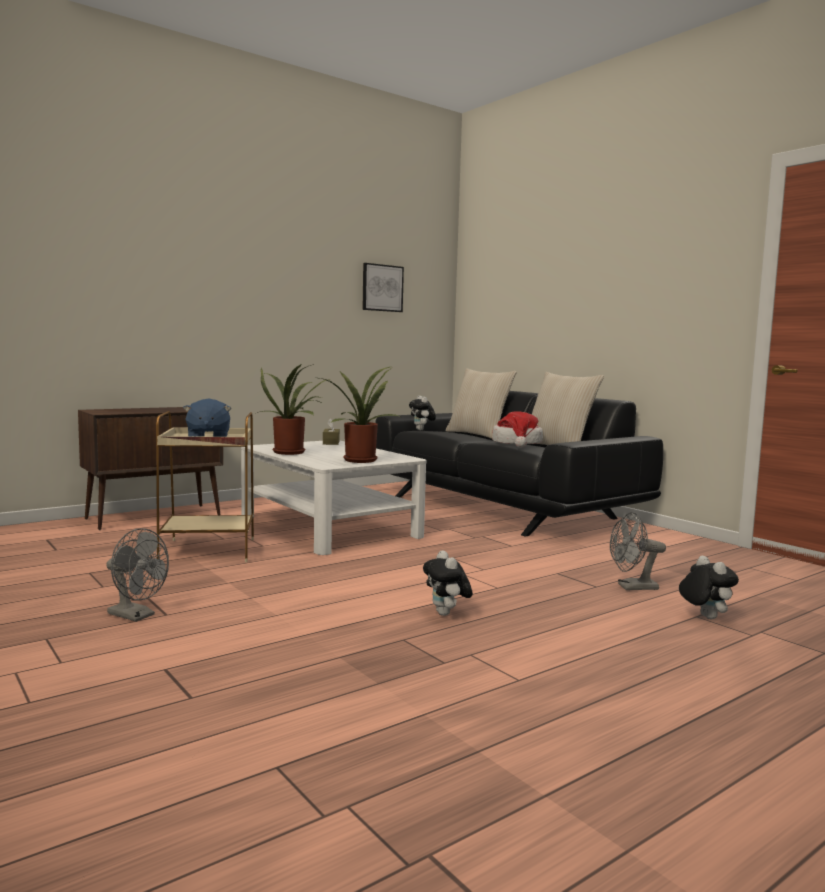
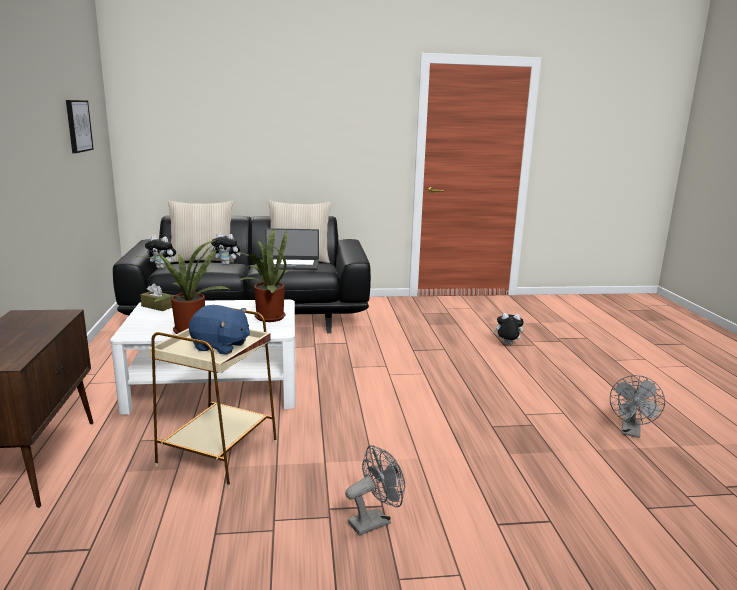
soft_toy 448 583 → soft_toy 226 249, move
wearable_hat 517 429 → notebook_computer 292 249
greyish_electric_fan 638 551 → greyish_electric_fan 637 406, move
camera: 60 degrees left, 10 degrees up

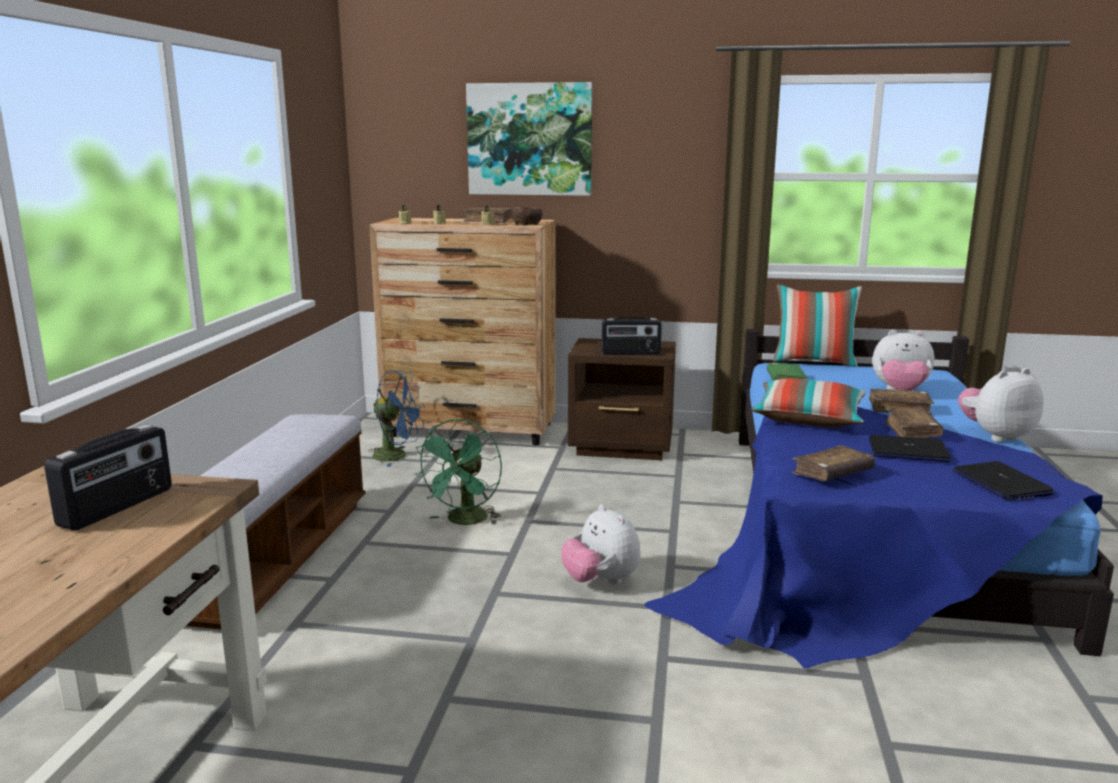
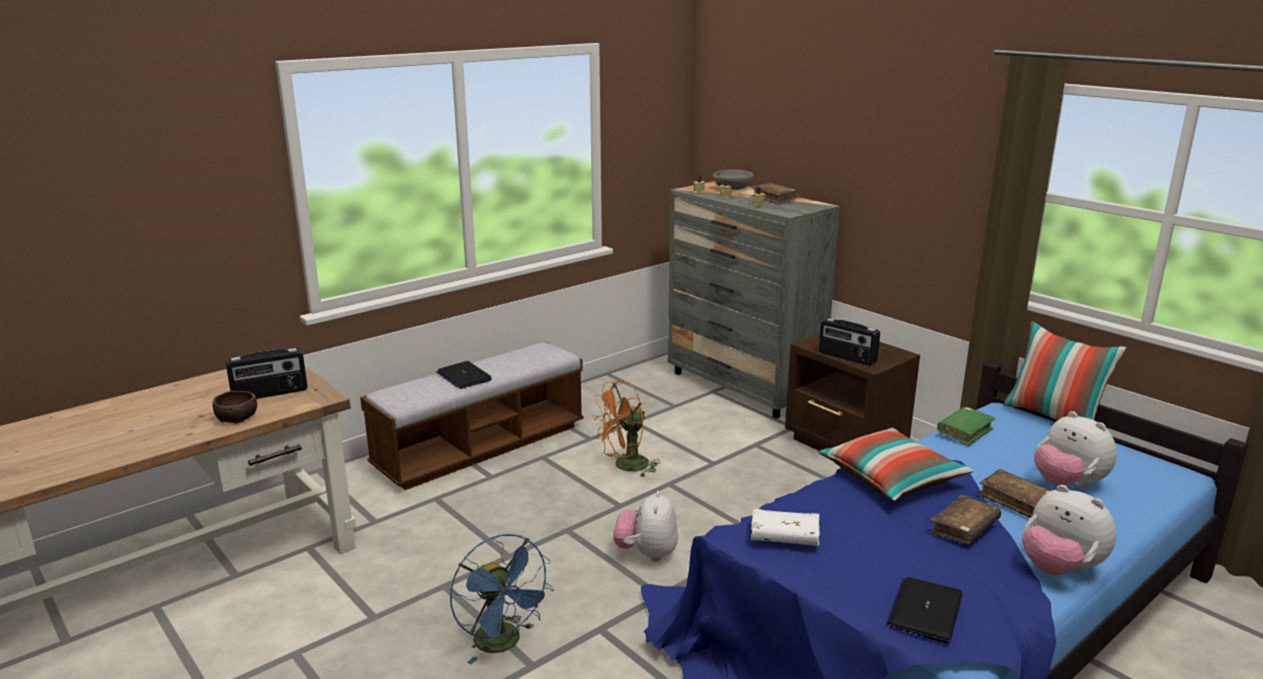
bluish_electric_fan 396 418 → bluish_electric_fan 501 599, move
brown_chest_of_drawers 462 331 → greyish_chest_of_drawers 754 299
green-coloured_electric_fan 458 472 → orange_electric_fan 626 429
wall_picture 529 139 → -
brown_serving_bowl 527 216 → brown_serving_bowl 235 407, move
brown_bound_book 833 463 → white_bound_book 785 527
notebook_computer 910 448 → notebook_computer 464 375, move
soft_toy 1001 405 → soft_toy 1069 530, 150 degrees counterclockwise
- → greyish_serving_bowl 733 180
camera: 40 degrees right, 5 degrees up

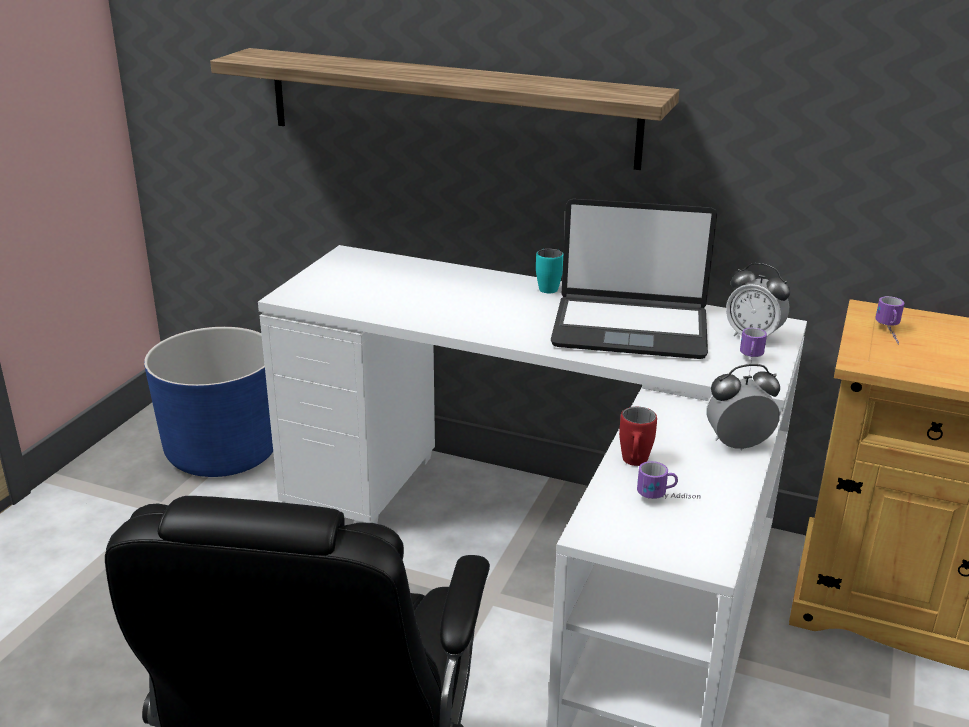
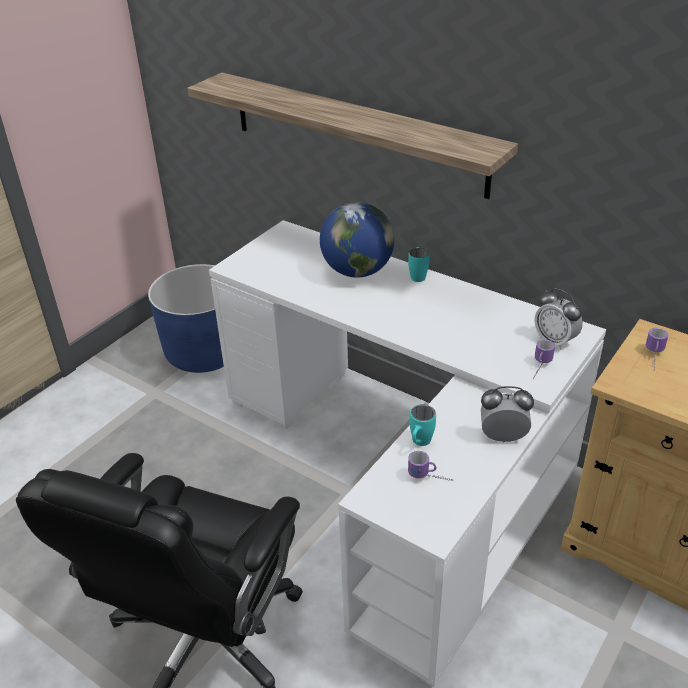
notebook_computer 634 278 → -
red-coloured_coffee_mug 638 436 → turquoise-coloured_coffee_mug 423 425
- → globe 357 240
camera: 15 degrees right, 10 degrees up

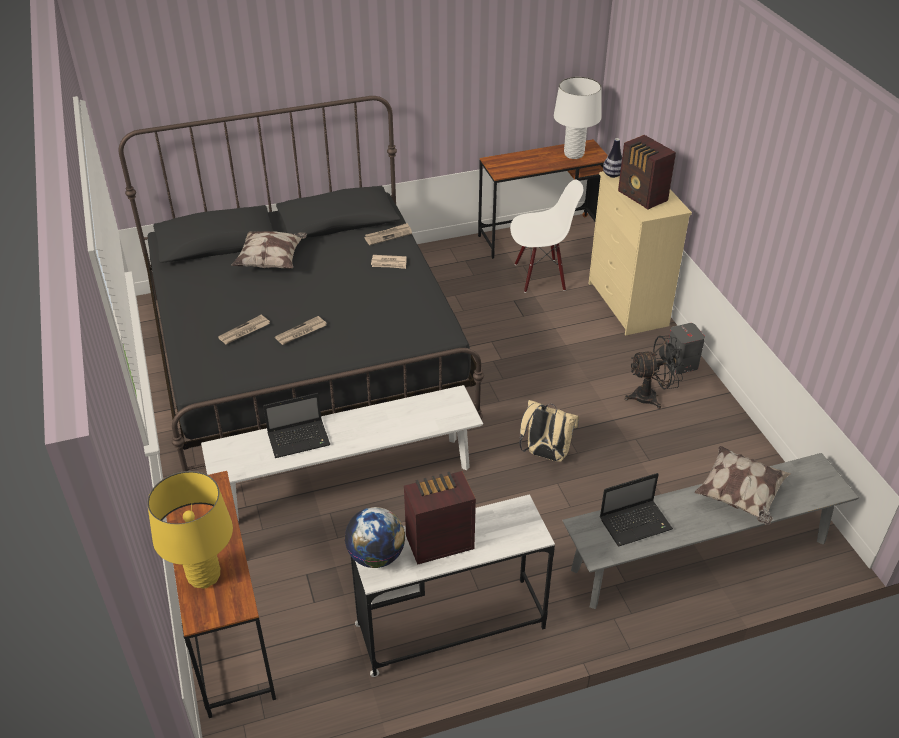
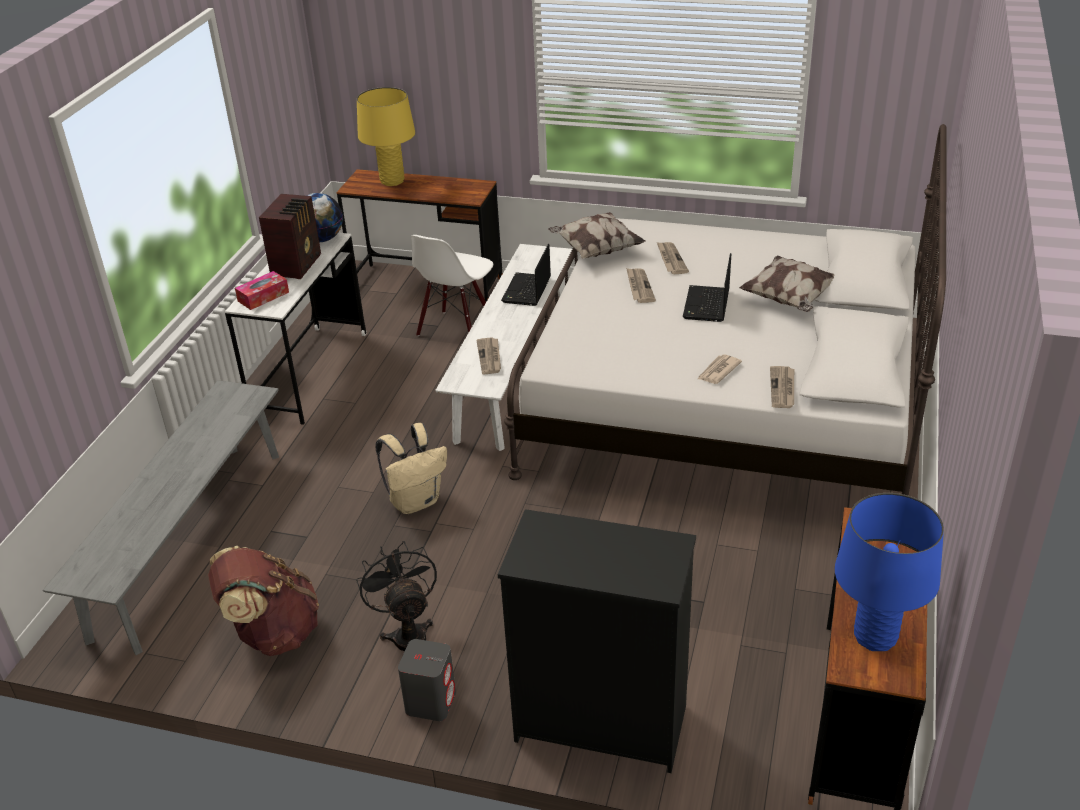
black-coloured_bed 301 283 → white_bed 725 310
white_upright_chair 546 236 → white_upright_chair 452 285, move
white_table_lamp 577 118 → bluish_table_lamp 889 572
beige_chest_of_drawers 640 253 → black-coloured_chest_of_drawers 597 641
notebook_computer 636 509 → notebook_computer 707 287, move
flower_vase 612 158 → -
radio_receiver 647 172 → -
black-coloured_electric_fan 654 372 → black-coloured_electric_fan 396 596, 135 degrees clockwise
cushion 742 485 → cushion 597 235, move
- → brown_backpack 263 601
- → box_of_tissues 262 290
- → newspaper 488 355
camera: 125 degrees right, 5 degrees down

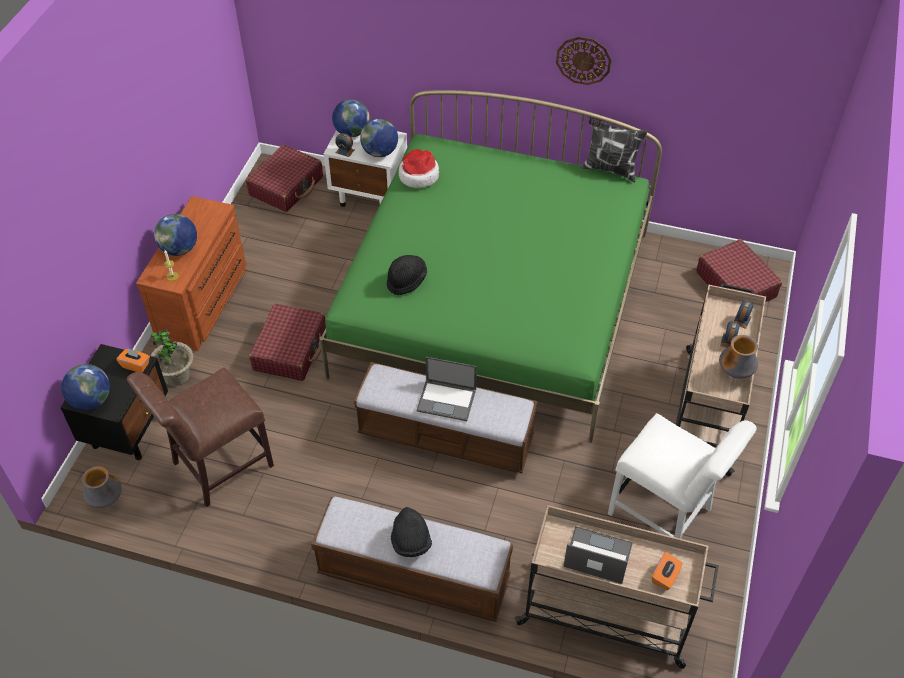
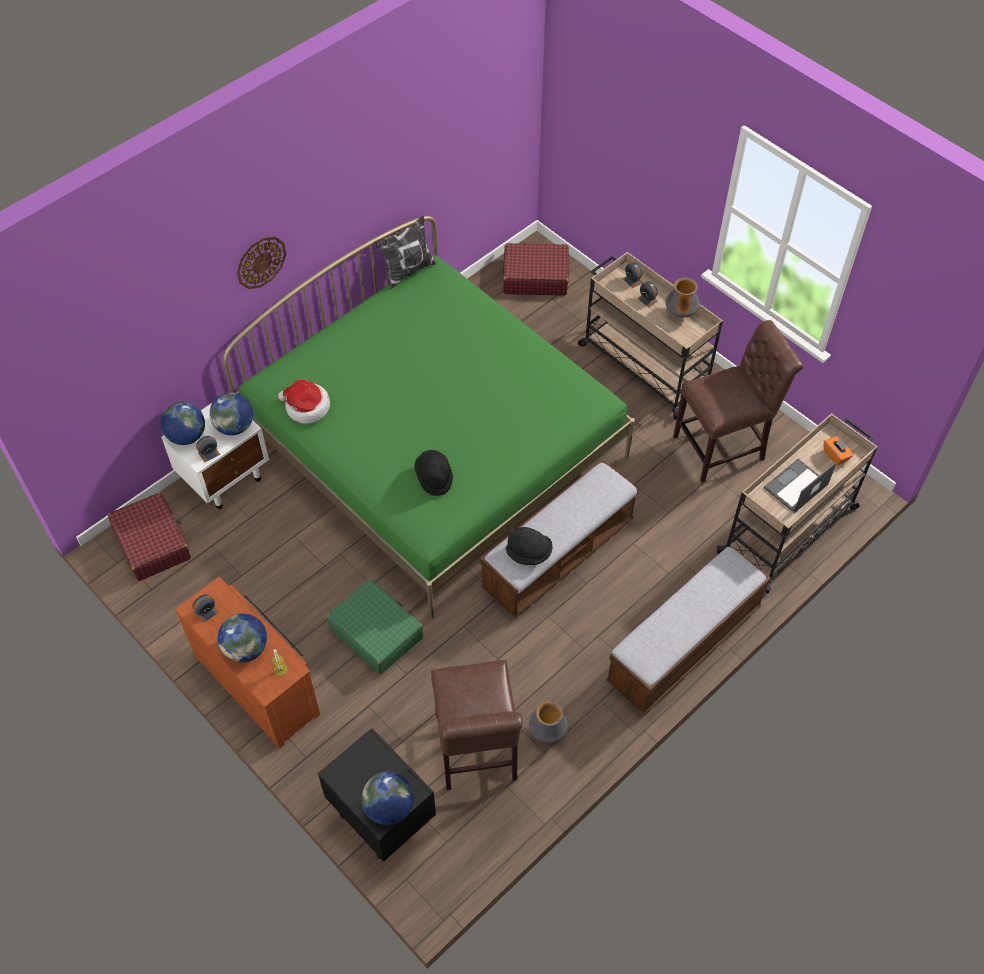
flower_vase 102 487 → flower_vase 548 722, move
orange_box_of_tissues 133 360 → -
plant_in_a_pot 172 357 → -
red-coloured_piece_of_luggage 287 342 → green-coloured_piece_of_luggage 375 627
black-coloured_wearable_hat 411 532 → black-coloured_wearable_hat 529 546, move
notebook_computer 446 389 → -
clock_on_the_wall 583 61 → clock_on_the_wall 261 263, move
white_upright_chair 682 476 → brown_upright_chair 738 401
- → alarm_clock 206 608
camera: 60 degrees left, 5 degrees up

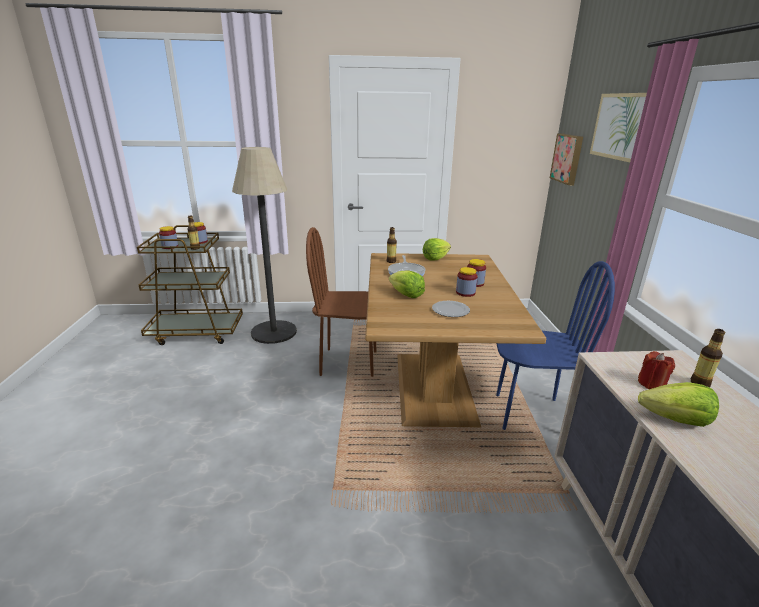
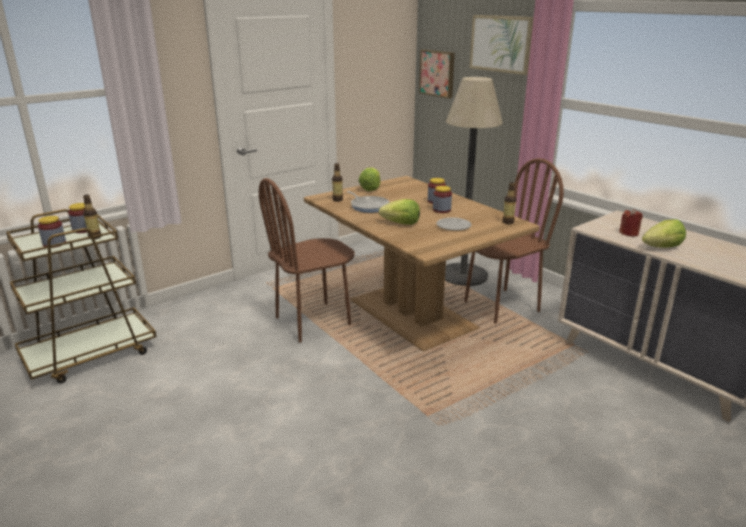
standing_lamp 264 245 → standing_lamp 474 181, move
bluish_upright_chair 555 345 → brown_upright_chair 514 241
drink_bottle 708 358 → drink_bottle 509 203, move
camera: 35 degrees left, 0 degrees up

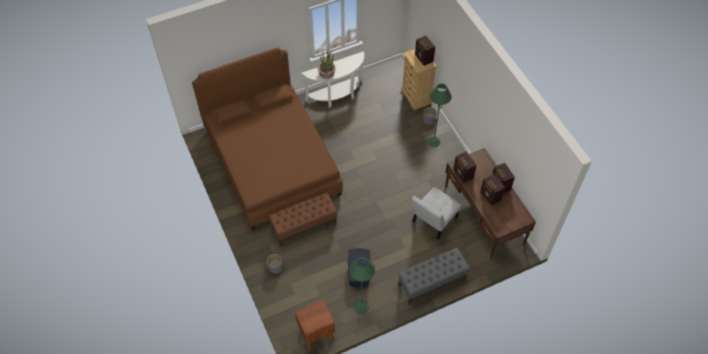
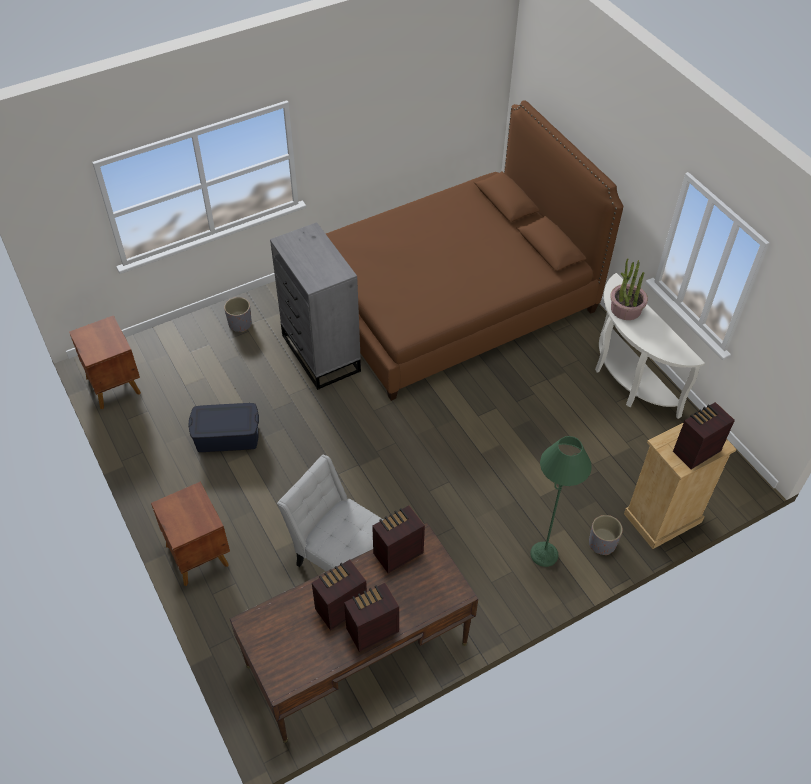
brown_long_seat 302 219 → greyish_chest_of_drawers 315 306
green-coloured_standing_lamp 362 285 → -
greyish_long_seat 434 276 → brown_nightstand 190 534
camera: 85 degrees right, 5 degrees down

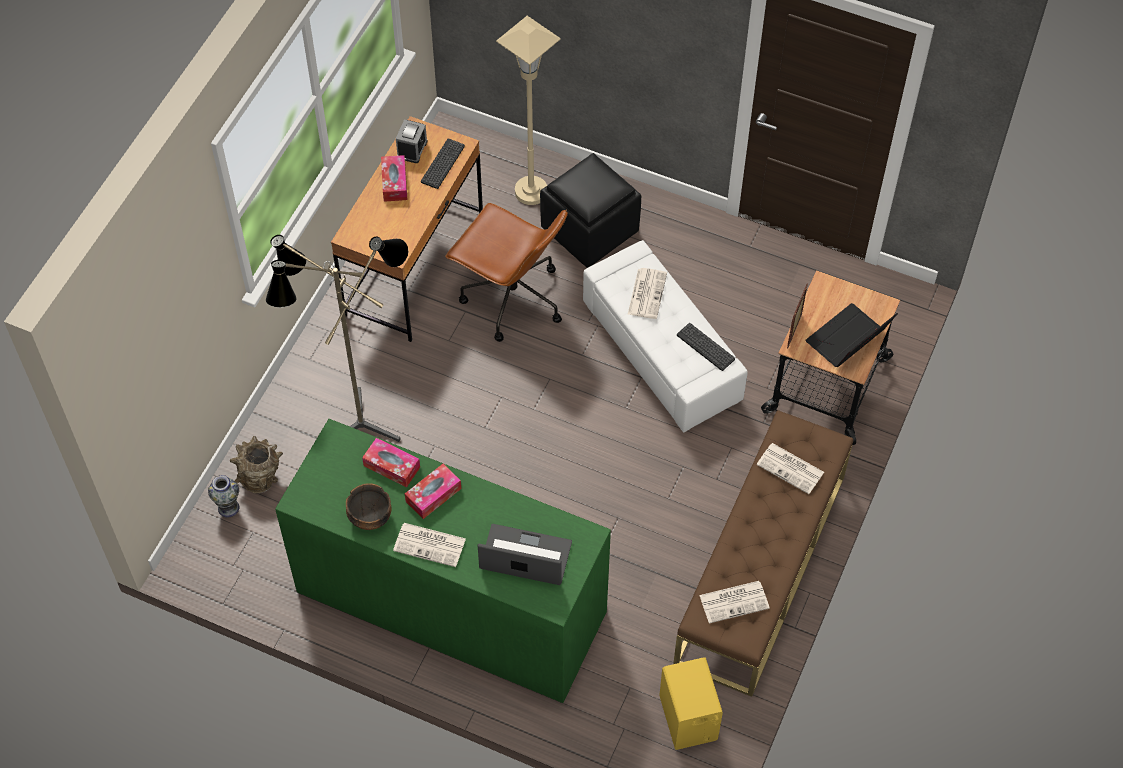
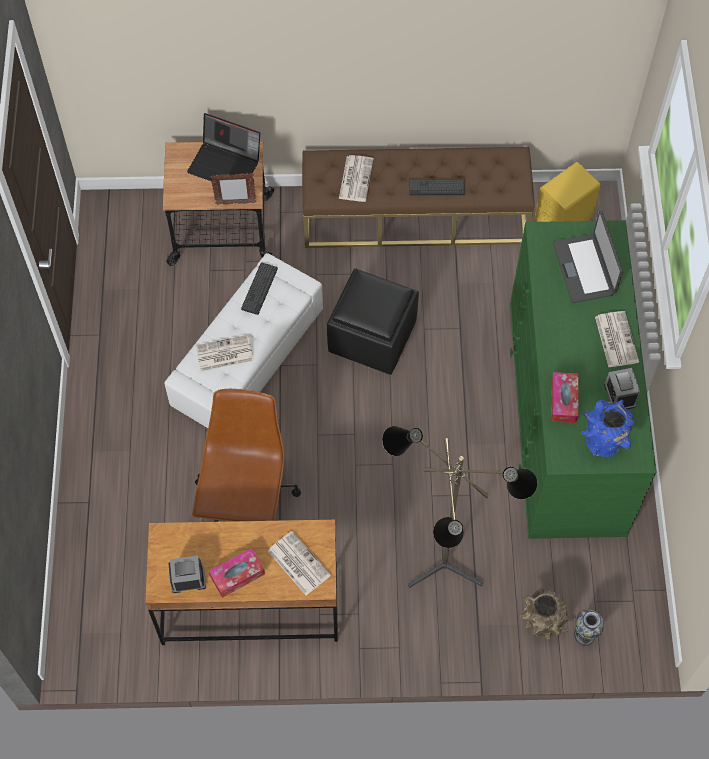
serving_bowl 369 506 → alarm_clock 622 388
box_of_tissues 433 491 → -
computer_keyboard 443 163 → computer_keyboard 437 187, move
beige_standing_lamp 528 110 → -
black-coloured_pouffe 590 210 → black-coloured_pouffe 373 321, move
newspaper 734 602 → newspaper 299 563, move
- → bluish_flower_vase 607 428
camera: 115 degrees left, 5 degrees up

